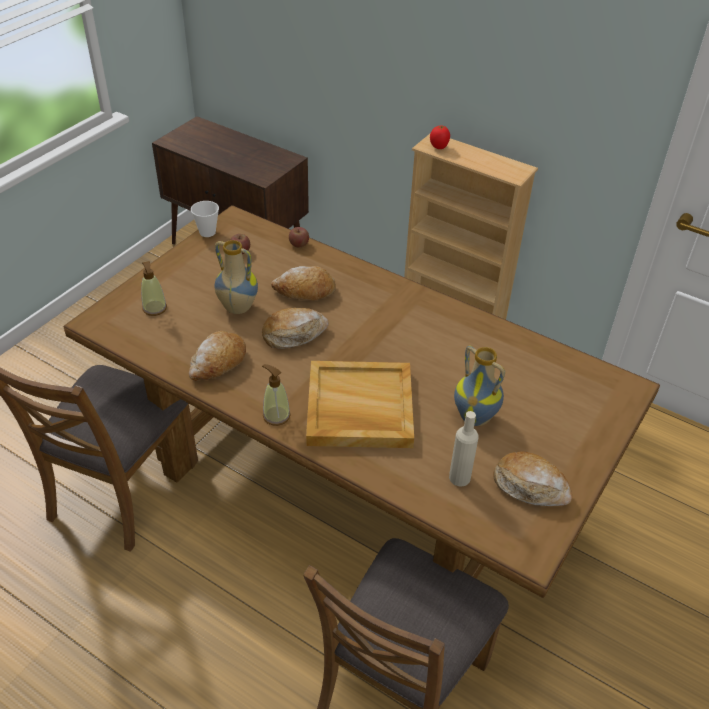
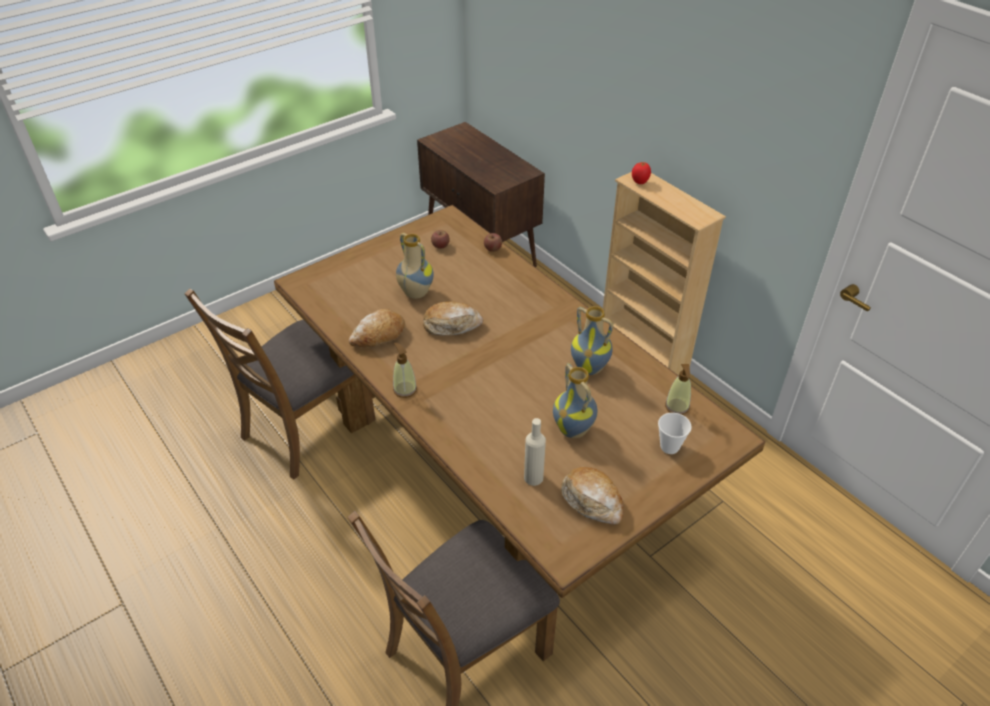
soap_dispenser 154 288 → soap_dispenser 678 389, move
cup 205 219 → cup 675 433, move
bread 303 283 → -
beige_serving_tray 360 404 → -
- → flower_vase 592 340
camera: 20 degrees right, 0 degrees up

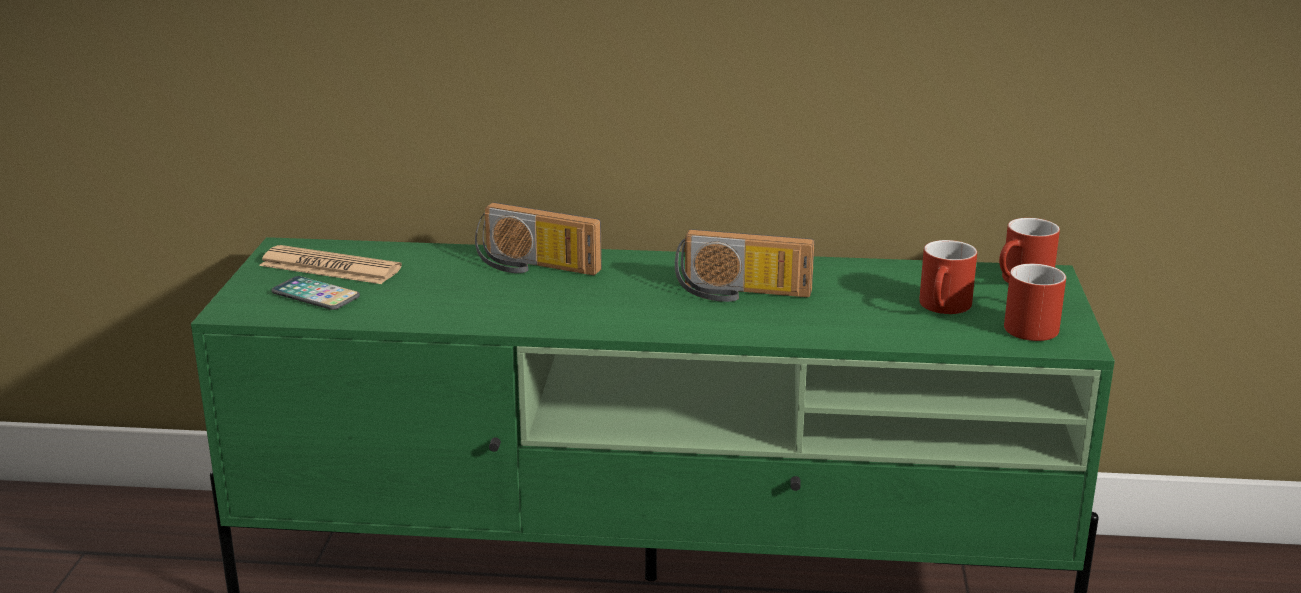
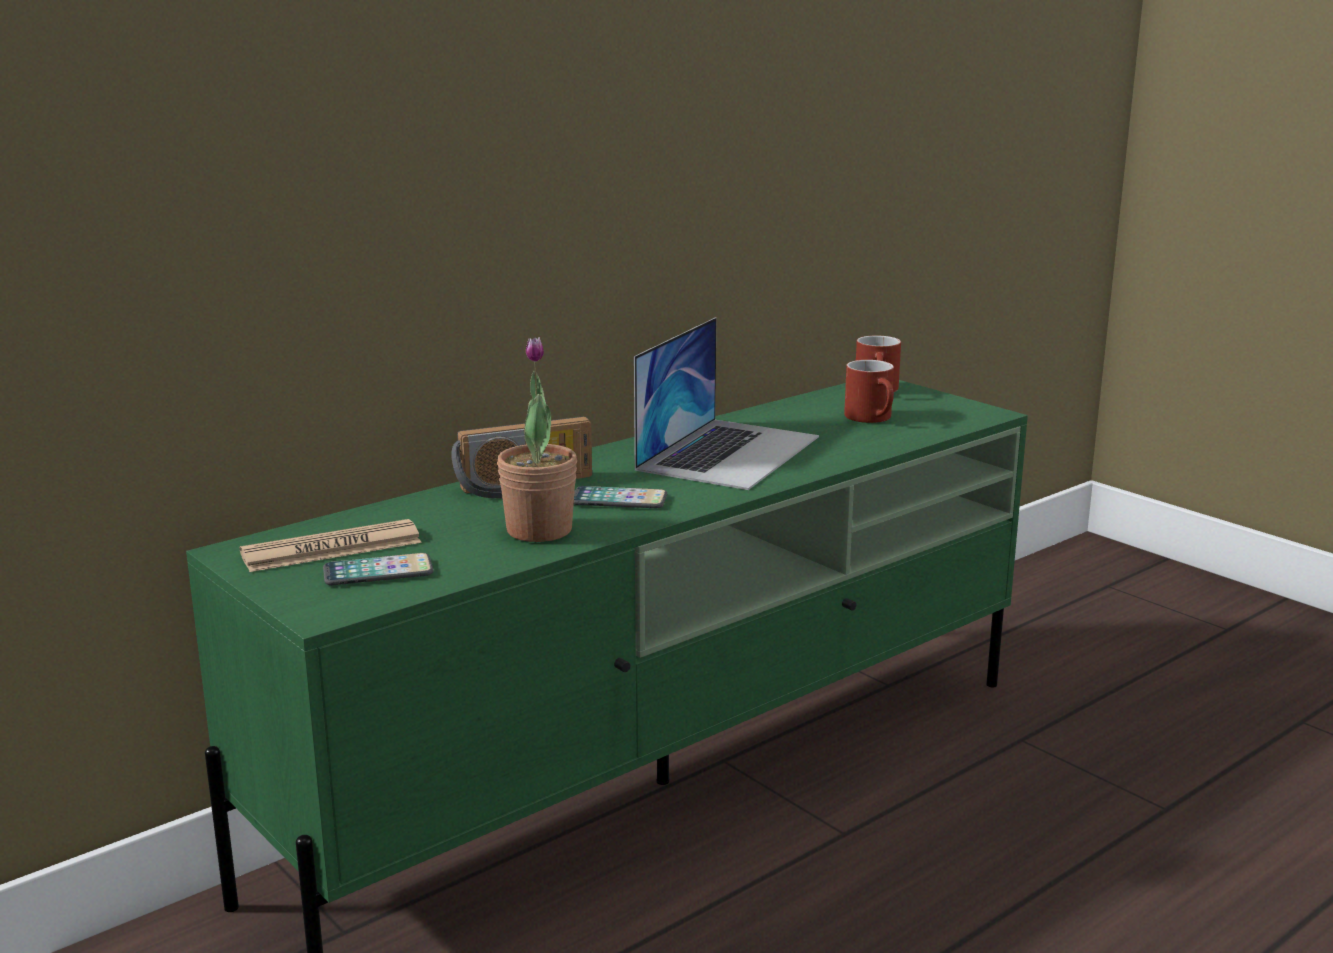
radio_receiver 744 265 → notebook_computer 726 403
red-coloured_coffee_mug 1035 302 → -
- → plant_in_a_pot 537 439
- → handset 620 497
camera: 45 degrees left, 5 degrees down

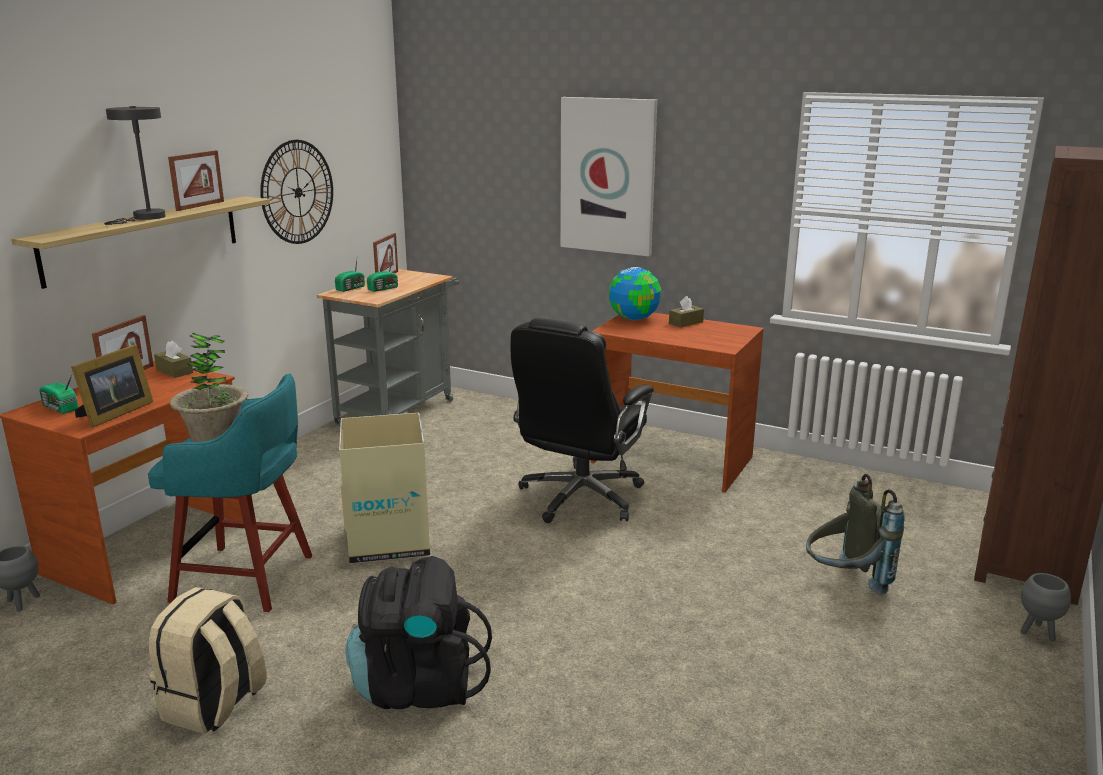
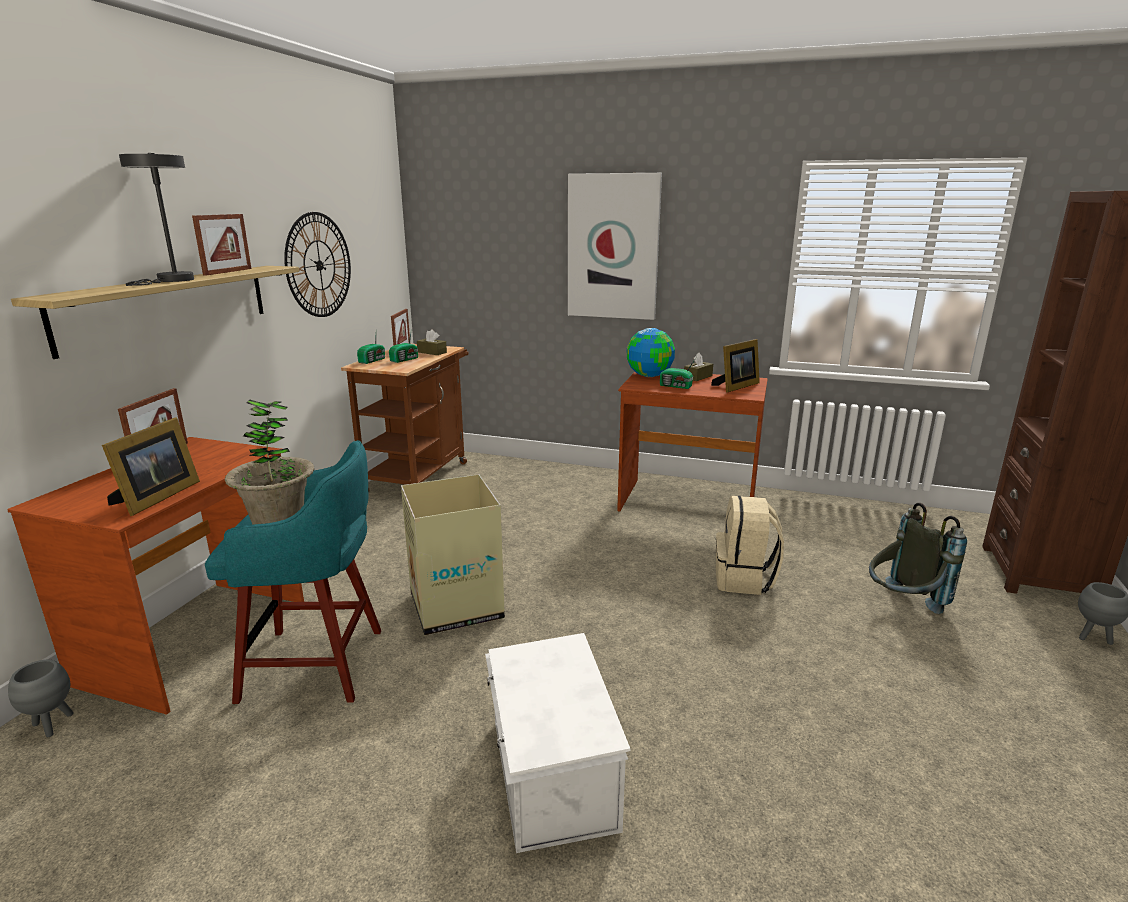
radio_receiver 58 393 → radio_receiver 678 373, move
beige_backpack 208 660 → beige_backpack 750 545, move
brown_box_of_tissues 173 359 → brown_box_of_tissues 432 342, move
greyish_cart 388 347 → brown_cart 405 418
black-coloured_backpack 418 632 → white_storage_bin 557 743
black-coloured_desk_chair 582 420 → -
- → picture_frame 735 366
camera: 10 degrees left, 0 degrees up

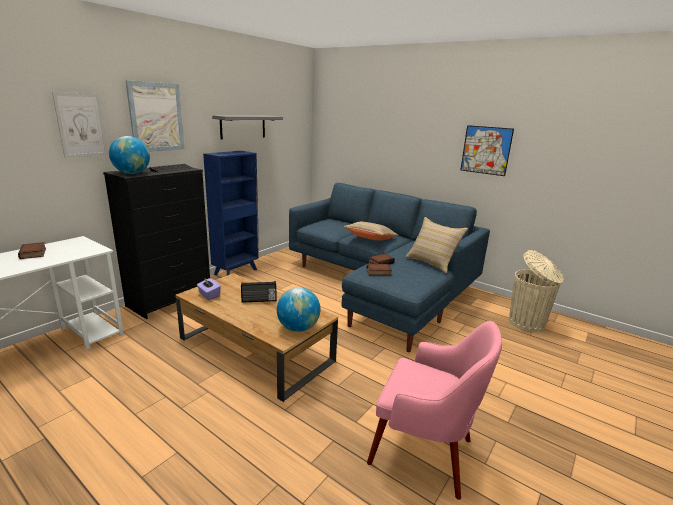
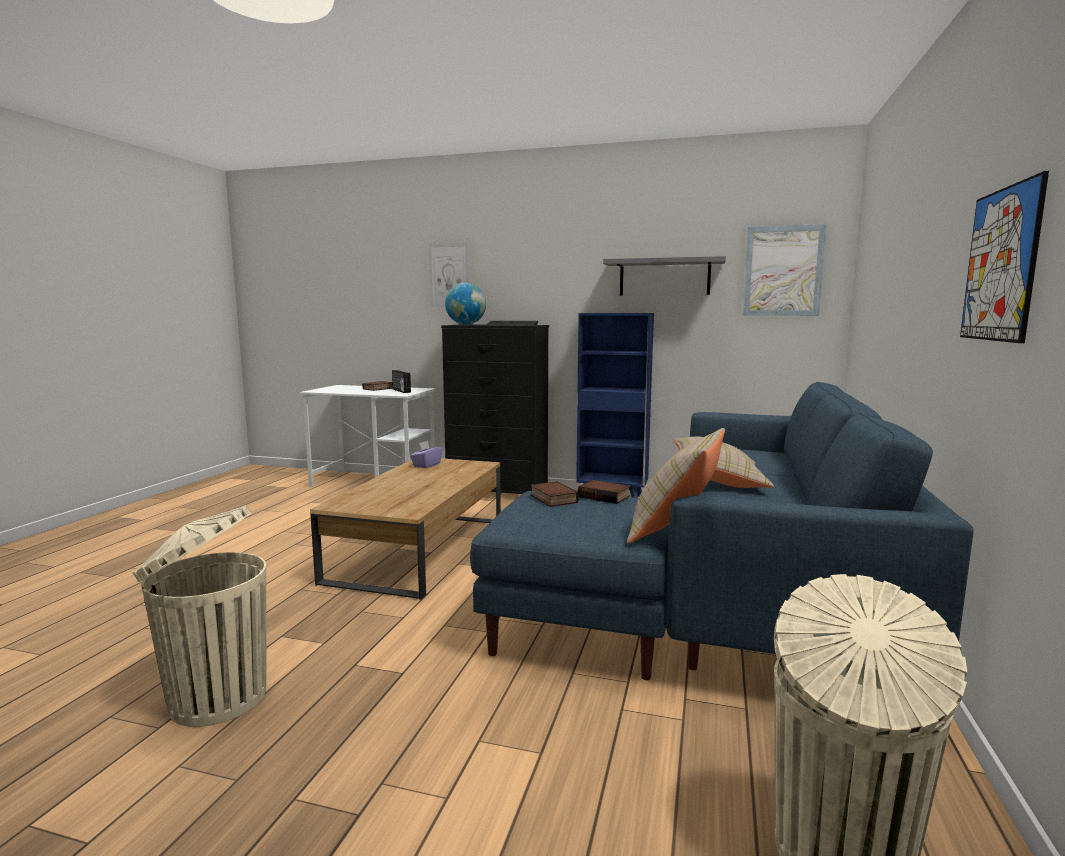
wall_picture 155 116 → wall_picture 784 270, move
radio_receiver 259 292 → radio_receiver 401 381, move
globe 299 309 → -
pink_armchair 434 410 → beige_rubbish_bin 200 616
camera: 70 degrees right, 10 degrees down

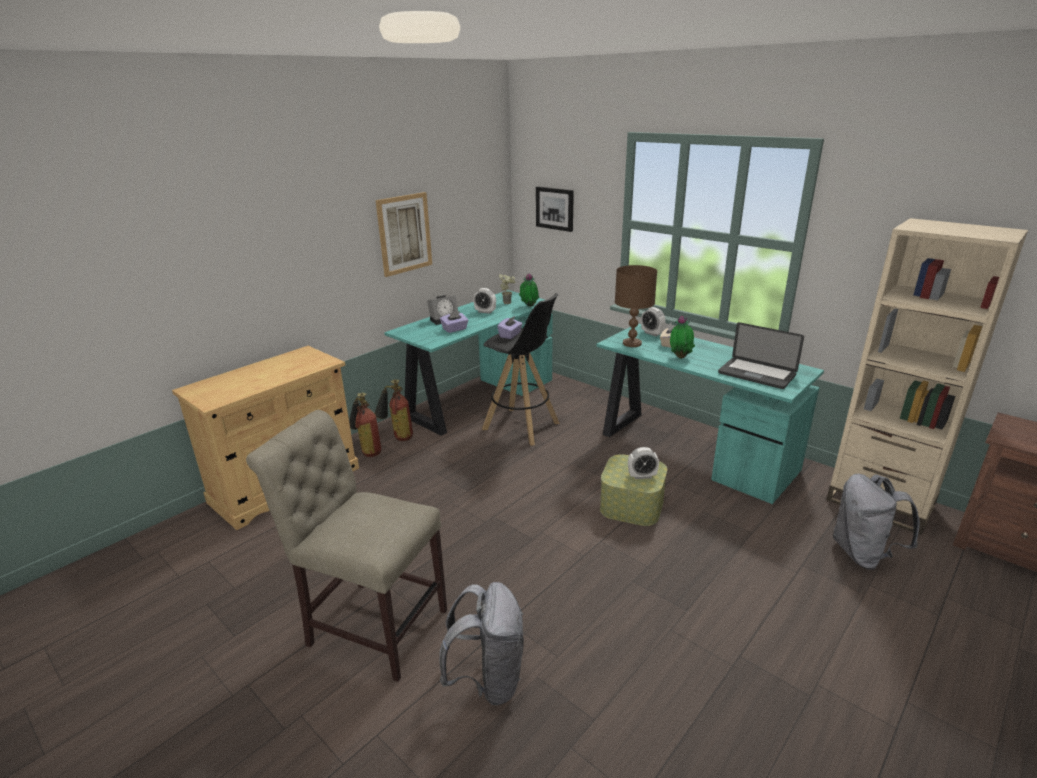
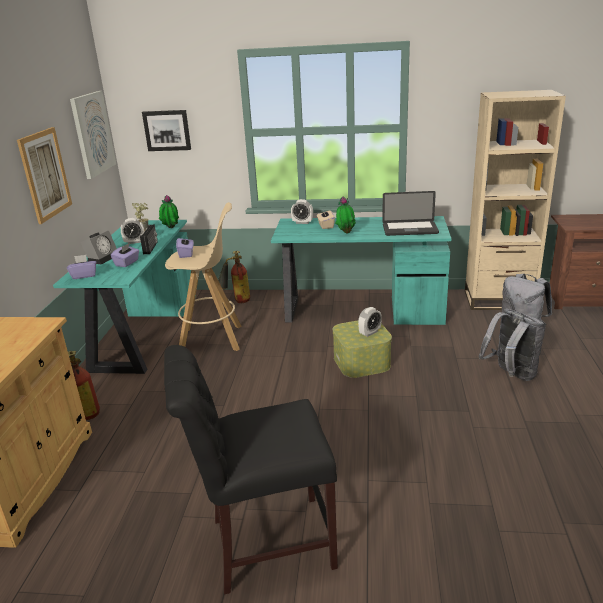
beige_upright_chair 346 546 → black-coloured_upright_chair 251 469
fire-fighting_cylinder 393 410 → fire-fighting_cylinder 234 277, move
greyish_backpack 481 643 → greyish_backpack 512 344, move
black-coloured_stool_seat 521 369 → beige_stool_seat 203 276
brown_table_lamp 636 306 → -
- → purple-coloured_box_of_tissues 81 267
- → wall_picture 93 135
- → radio_receiver 149 239
camera: 35 degrees left, 0 degrees up

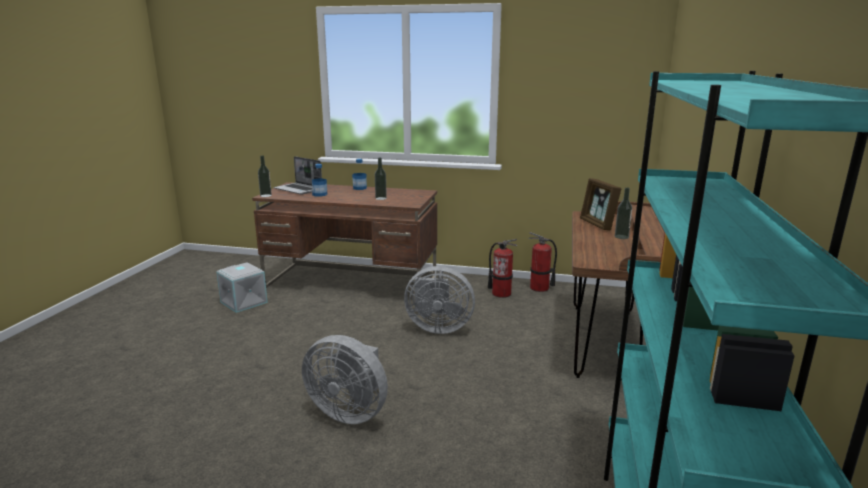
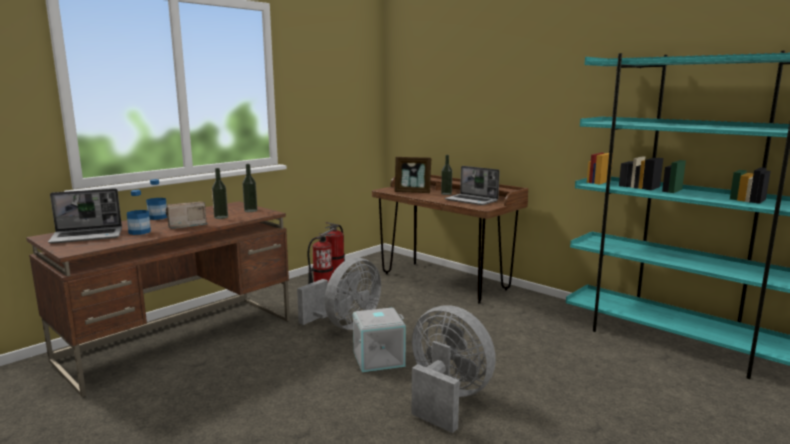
greyish_storage_bin 242 287 → greyish_storage_bin 379 340, move
drink_bottle 265 176 → drink_bottle 249 188, move
greyish_electric_fan 345 379 → greyish_electric_fan 454 369, 105 degrees counterclockwise
- → radio_receiver 186 215
- → notebook_computer 472 185
camera: 60 degrees left, 5 degrees down

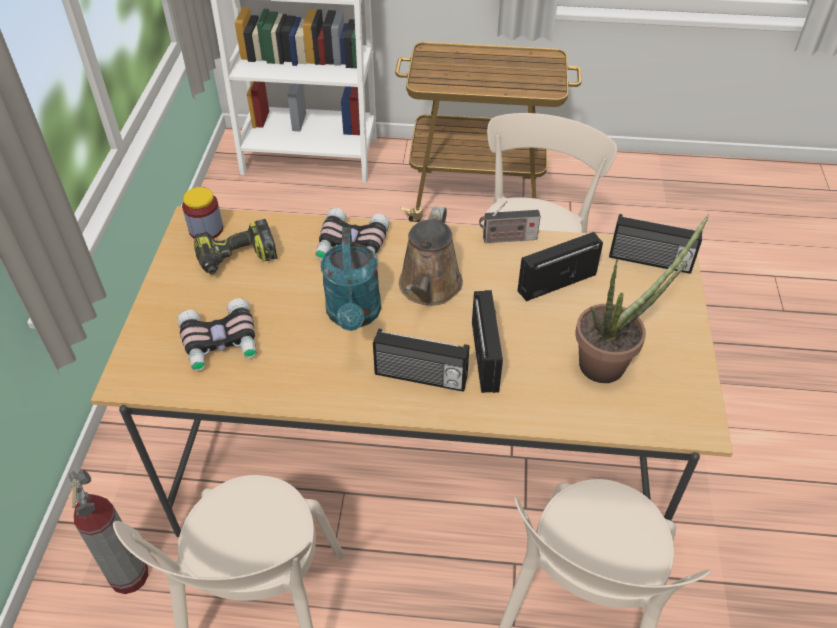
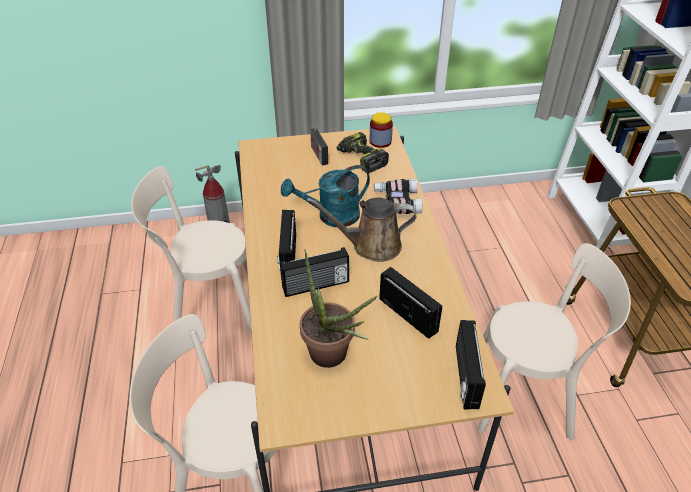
field_glasses 217 334 → -
radio_receiver 509 222 → radio_receiver 319 145, move
camera: 75 degrees right, 5 degrees down

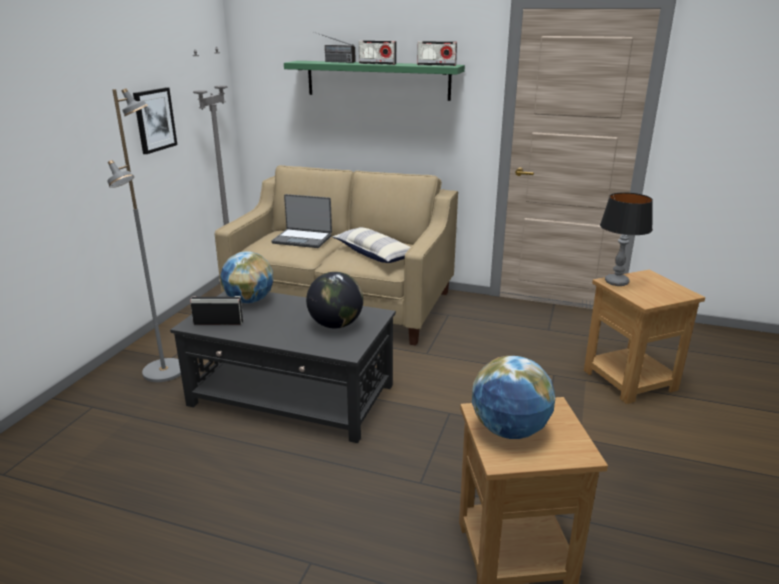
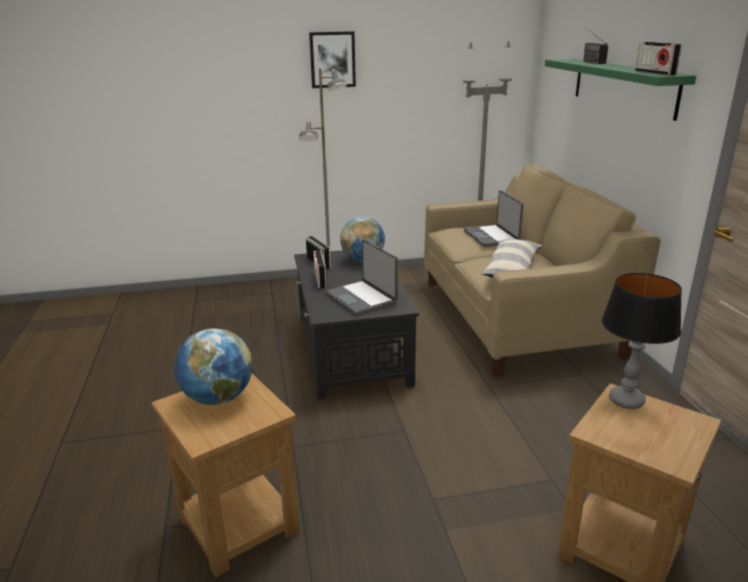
wall_picture 155 120 → wall_picture 332 59, move
globe 334 300 → notebook_computer 361 278
radio_receiver 377 52 → radio_receiver 320 269, move
camera: 60 degrees right, 0 degrees up

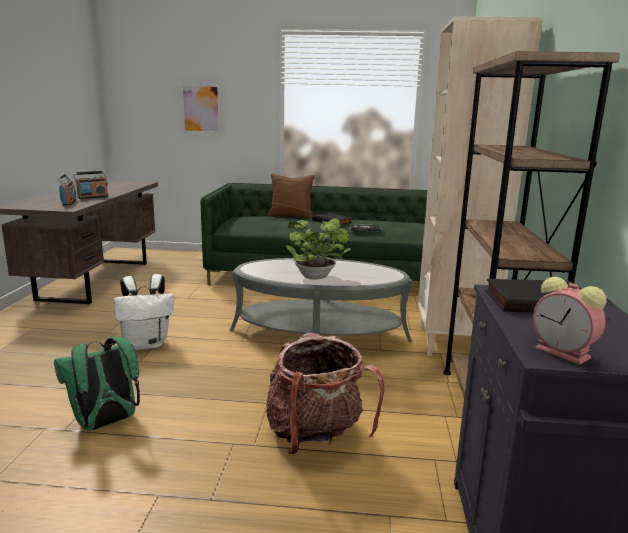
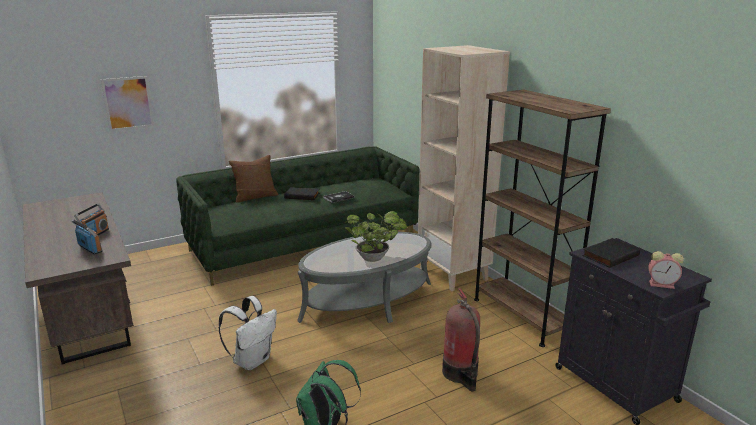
backpack 325 393 → fire-fighting_cylinder 461 339
camera: 35 degrees left, 5 degrees up

